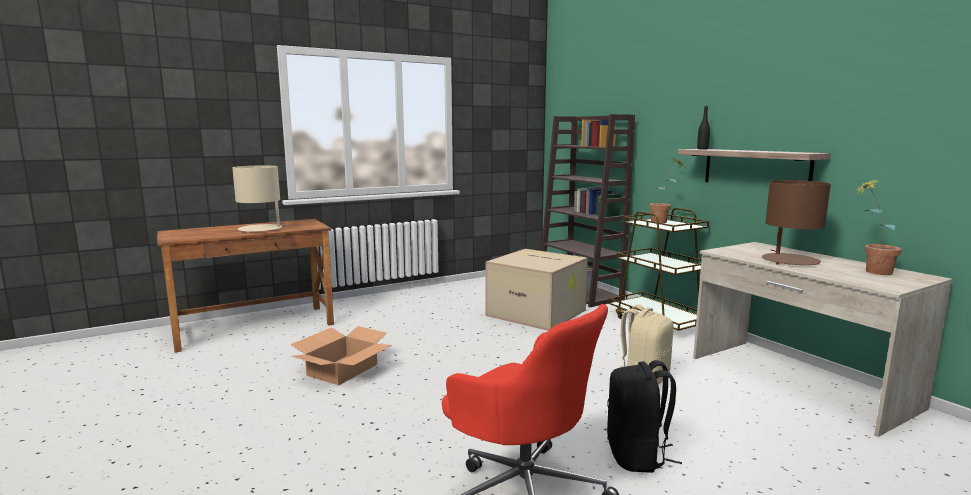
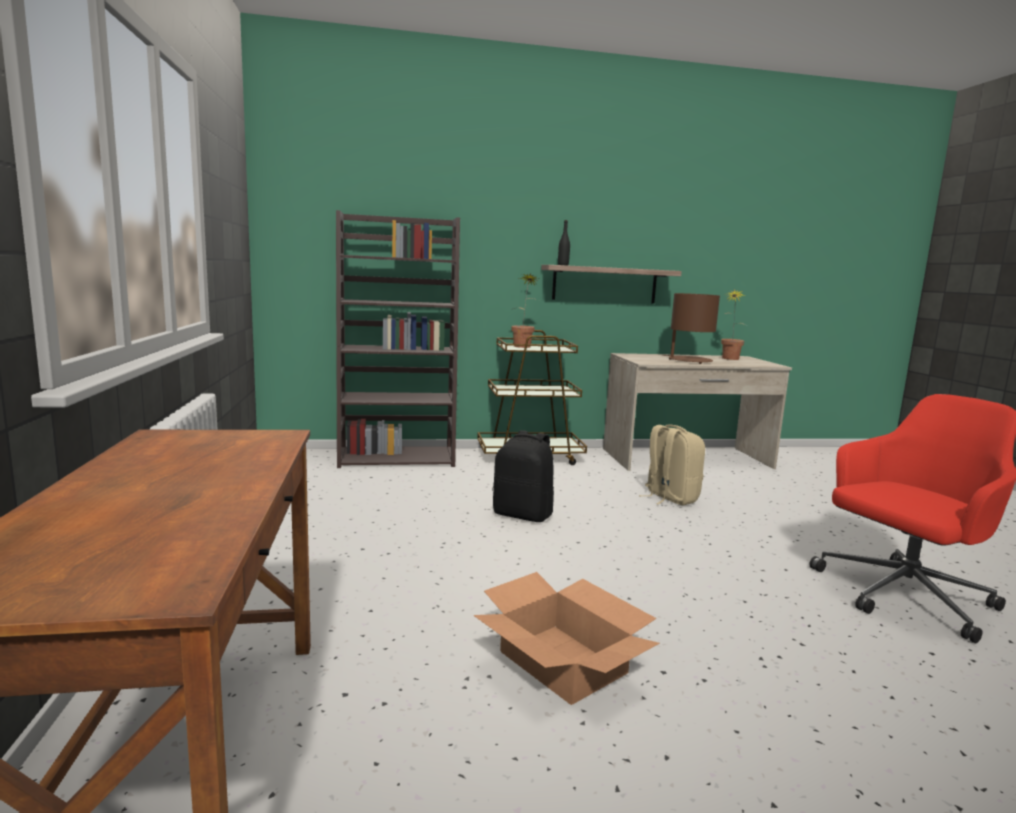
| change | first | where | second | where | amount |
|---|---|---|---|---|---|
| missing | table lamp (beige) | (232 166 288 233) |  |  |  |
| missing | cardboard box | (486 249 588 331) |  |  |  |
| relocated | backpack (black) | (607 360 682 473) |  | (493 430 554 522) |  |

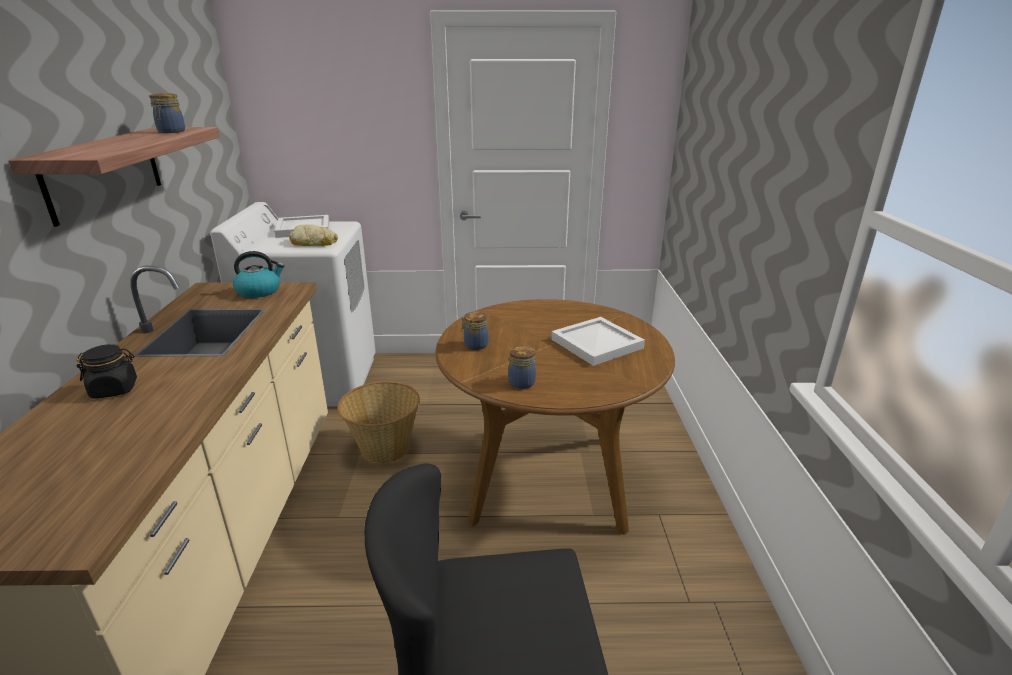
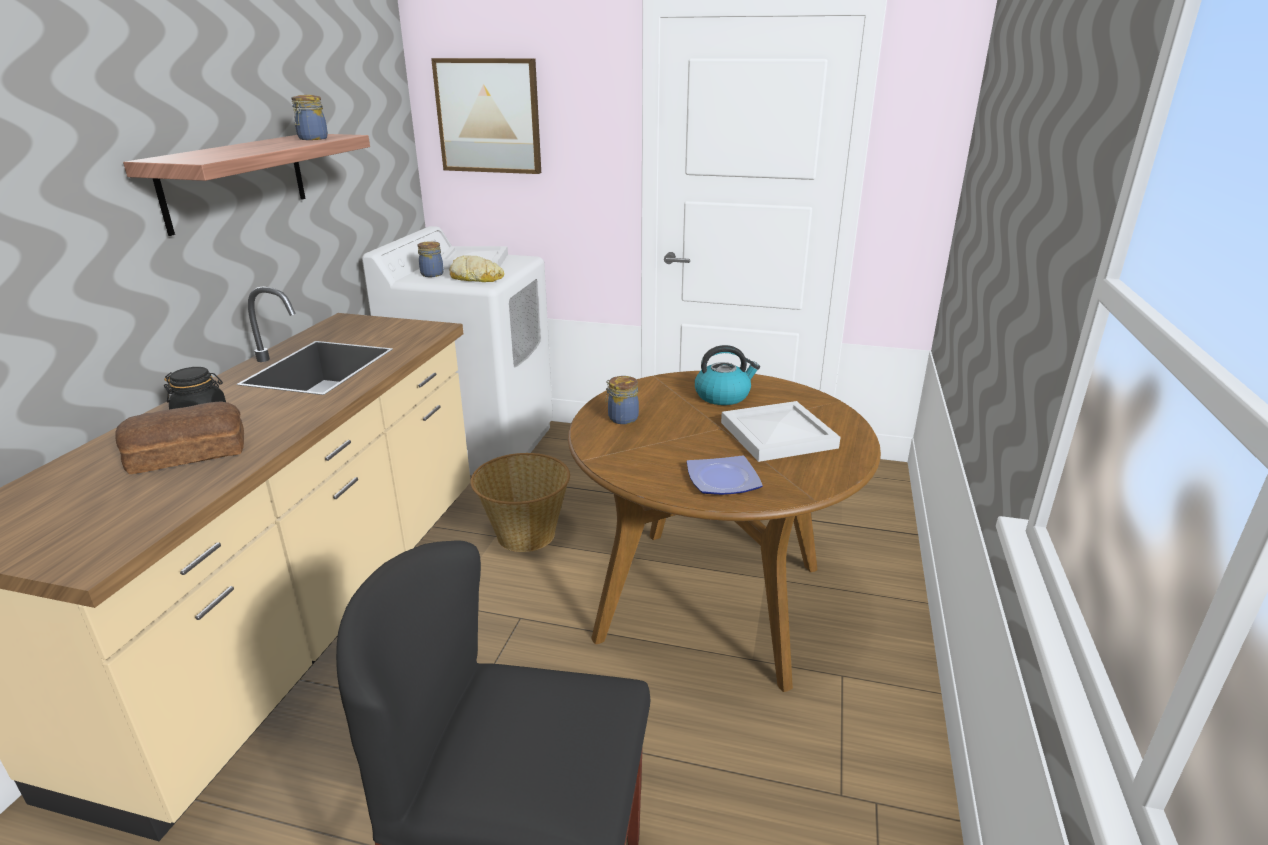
| change | first | where | second | where | amount |
|---|---|---|---|---|---|
| relocated | kettle | (233 251 284 298) |  | (695 345 760 405) |  |
| relocated | jar | (508 345 536 389) |  | (418 241 444 277) |  |
| appeared |  |  | bread | (115 401 244 474) |  |
| appeared |  |  | picture | (431 58 541 174) |  |
| appeared |  |  | plate | (687 456 763 495) |  |

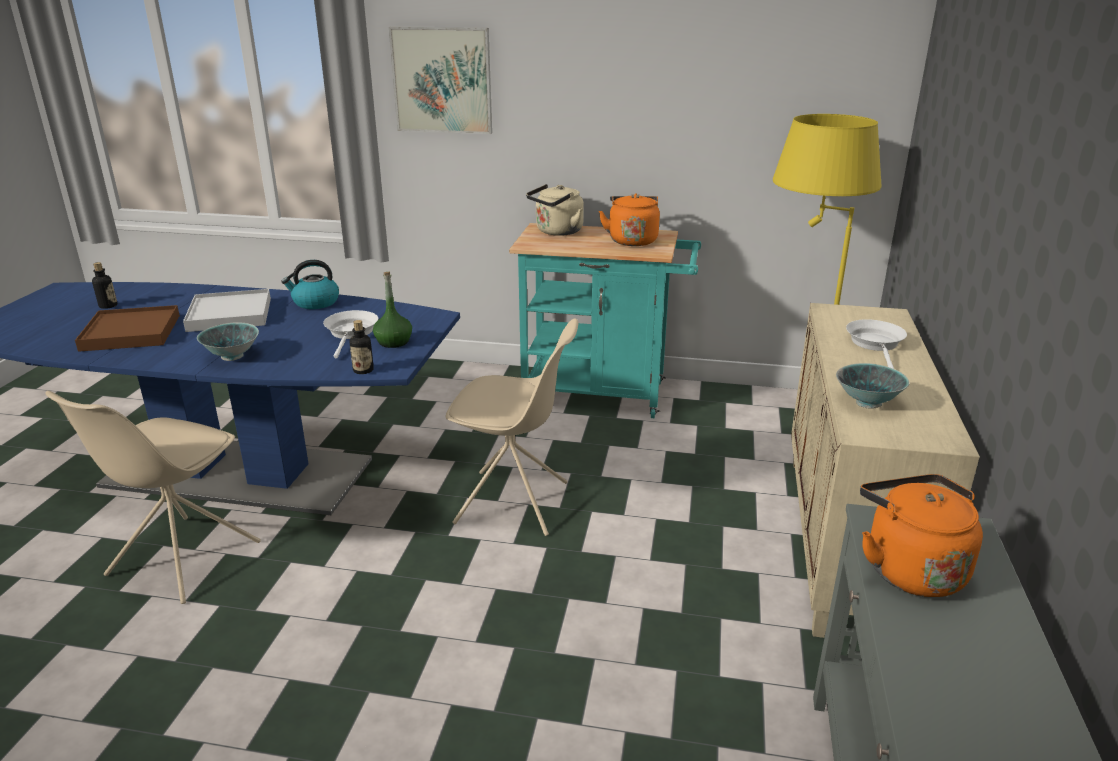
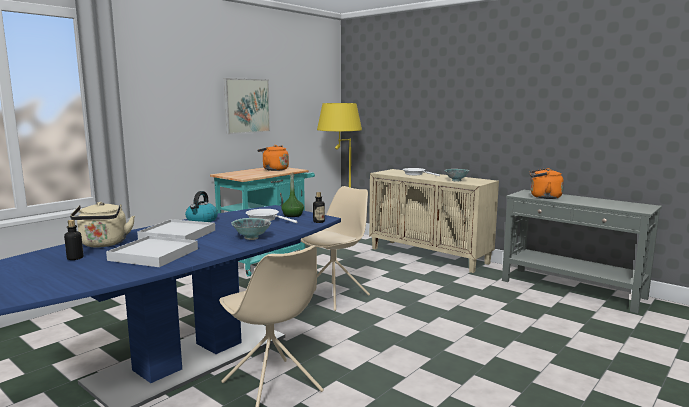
| change | first | where | second | where | amount |
|---|---|---|---|---|---|
| colour | tray (brown) | (75 305 180 352) | tray (white) | (106 236 198 267) |  |
| relocated | picture | (389 26 492 134) |  | (224 78 270 134) |  |
| relocated | kettle (beige) | (526 184 584 236) |  | (70 202 135 247) |  |

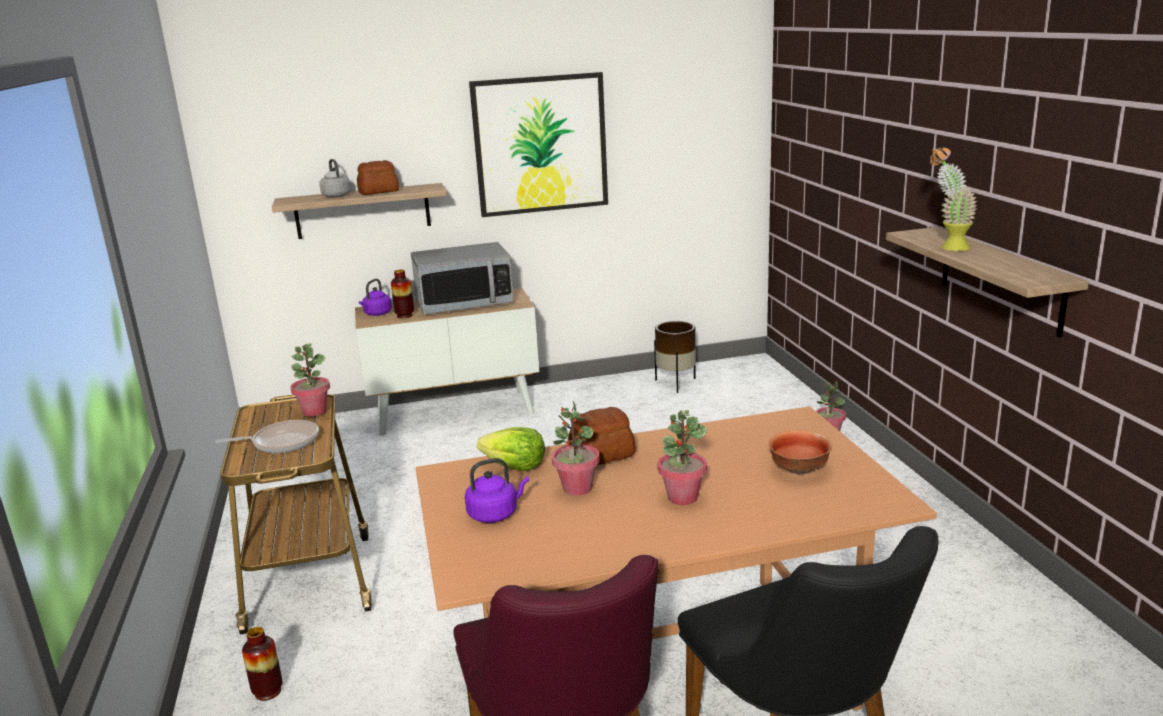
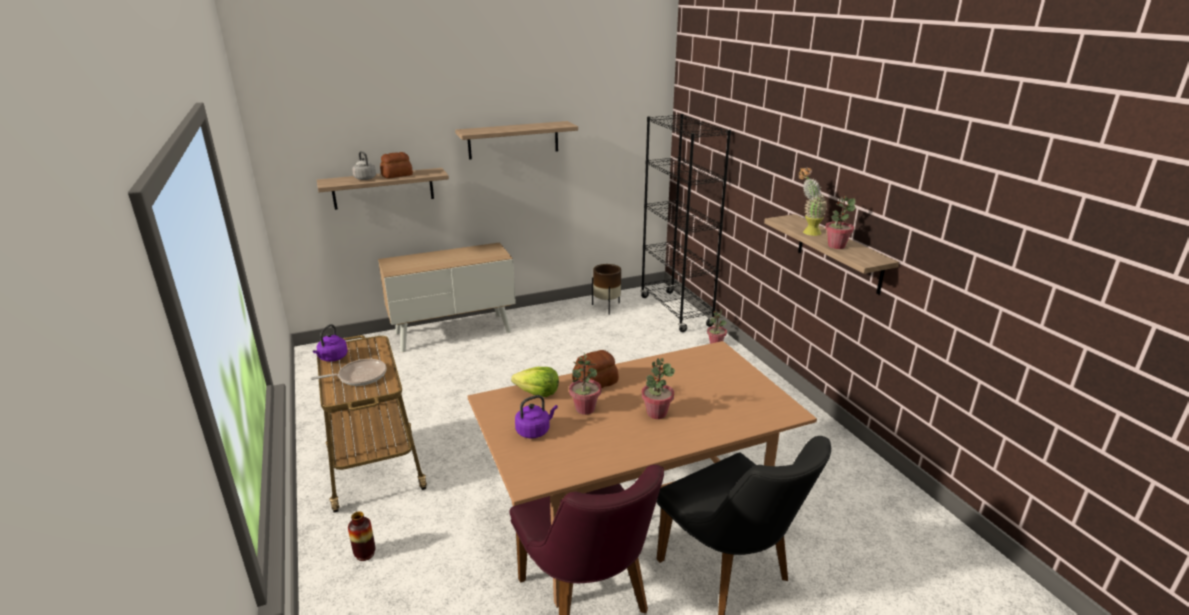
| change | first | where | second | where | amount |
|---|---|---|---|---|---|
| relocated | potted plant | (290 343 330 417) |  | (825 196 856 249) |  |
| relocated | kettle (purple) | (359 279 392 316) |  | (313 324 348 362) |  |
| missing | vase | (391 270 414 318) |  |  |  |
| missing | microwave | (411 242 514 314) |  |  |  |
| exchanged | picture | (469 72 608 217) | shelf | (455 121 578 160) |  |
| missing | bowl | (769 430 832 475) |  |  |  |
| appeared |  |  | bookcase (black) | (641 114 731 332) |  |

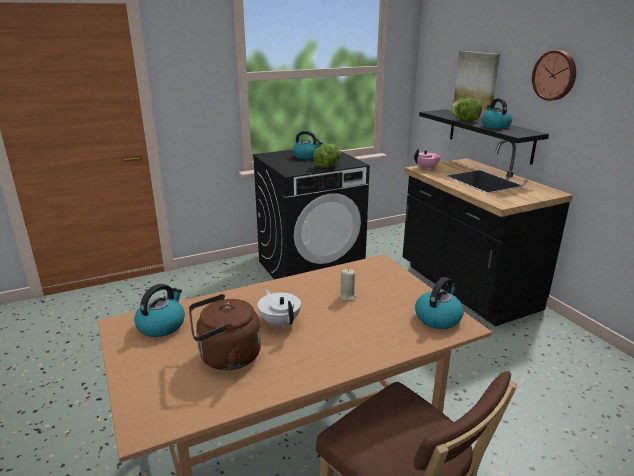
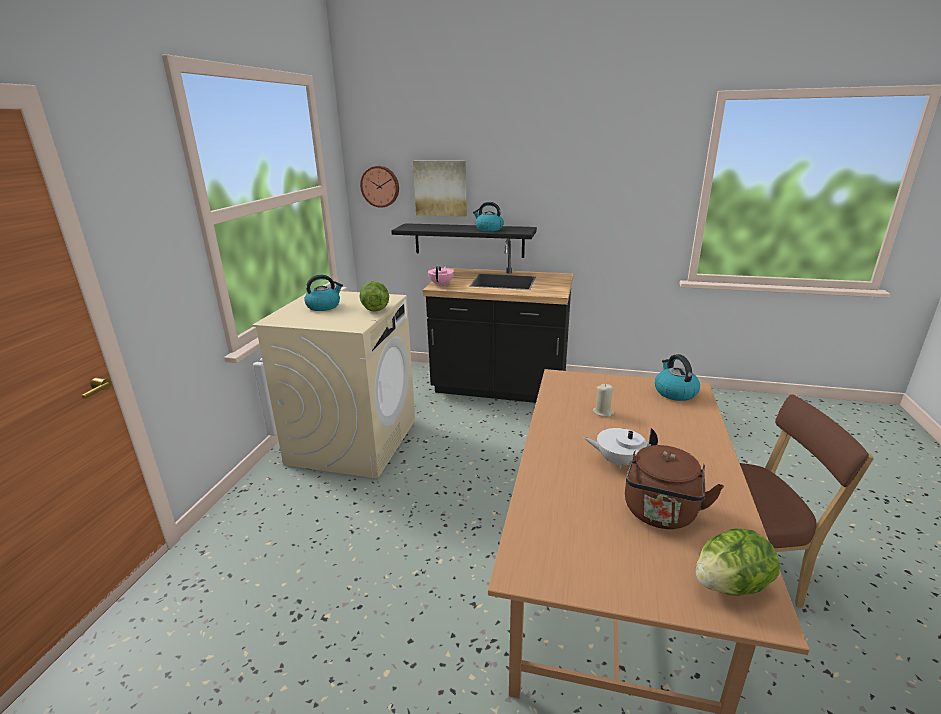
| change | first | where | second | where | amount |
|---|---|---|---|---|---|
| missing | kettle | (134 284 185 337) |  |  |  |
| colour | washing machine (black) | (252 150 370 280) | washing machine (beige) | (252 291 415 479) |  |
| relocated | lettuce | (450 98 482 121) |  | (696 528 780 596) |  |
| relocated | wall clock | (532 50 576 101) |  | (360 166 399 208) |  |

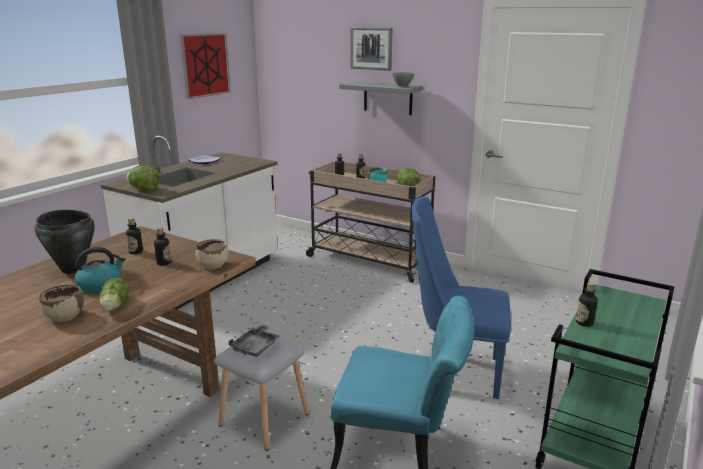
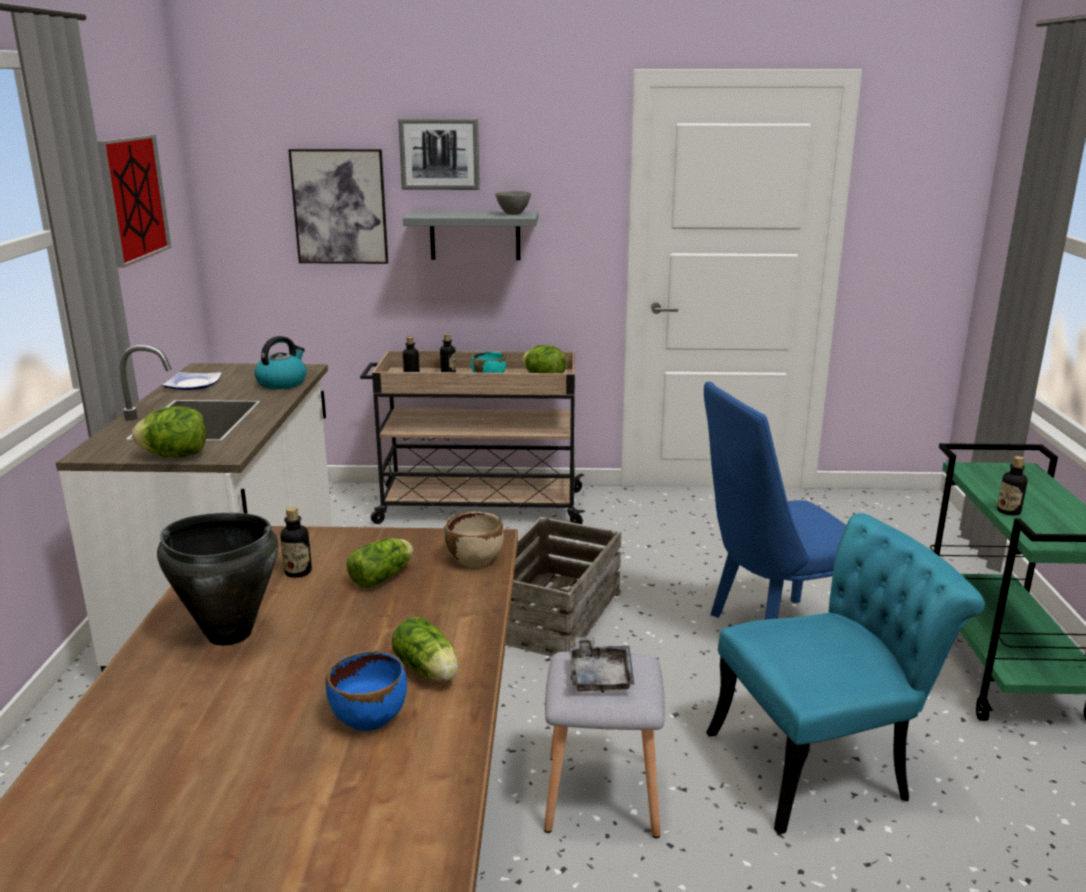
| change | first | where | second | where | amount |
|---|---|---|---|---|---|
| colour | bowl (beige) | (39 284 84 322) | bowl (blue) | (326 650 407 731) |  |
| relocated | kettle | (75 247 126 293) |  | (254 336 307 389) |  |
| exchanged | bottle | (154 227 171 265) | lettuce | (346 538 414 588) |  |
| appeared |  |  | picture | (288 149 388 264) |  |
| appeared |  |  | crate | (505 517 621 657) |  |

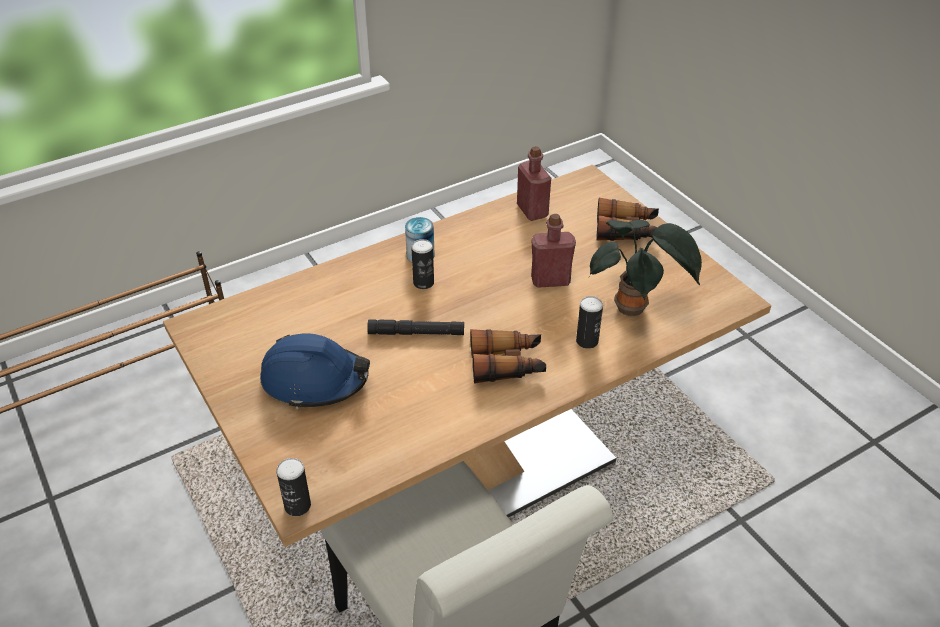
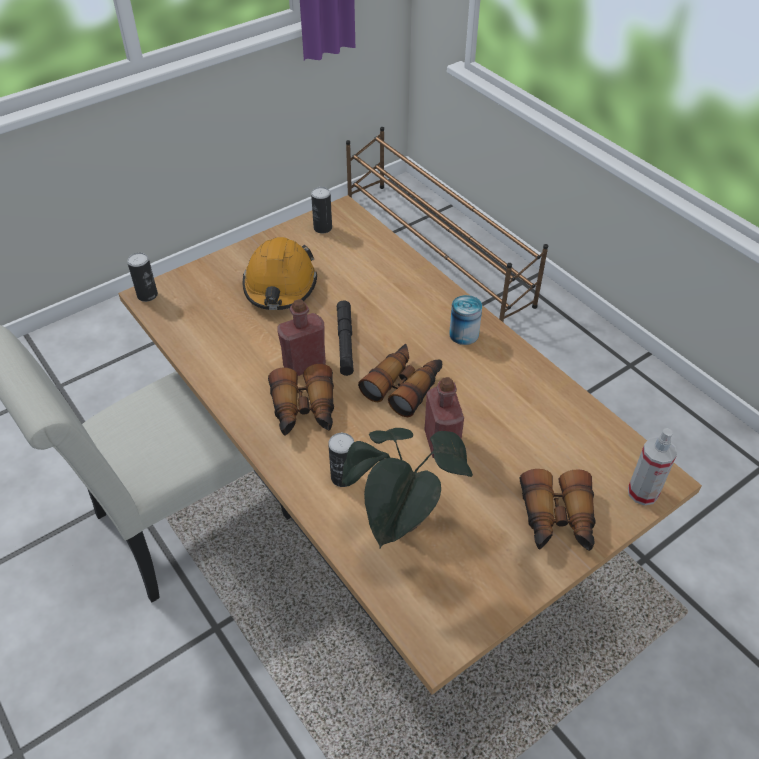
| change | first | where | second | where | amount |
|---|---|---|---|---|---|
| colour | hard hat (blue) | (260 333 370 409) | hard hat (orange) | (243 237 317 310) |  |
| relocated | can | (411 239 434 289) |  | (311 187 332 233) |  |
| relocated | bottle (red) | (517 146 551 221) |  | (277 299 326 376) |  |
| appeared |  |  | binoculars | (358 344 442 417) |  |
| appeared |  |  | spray bottle | (628 428 677 506) |  |

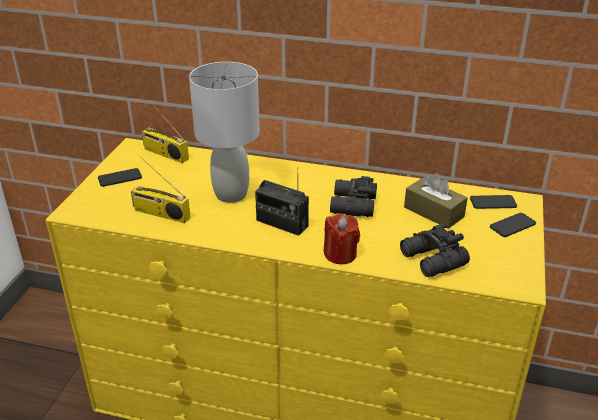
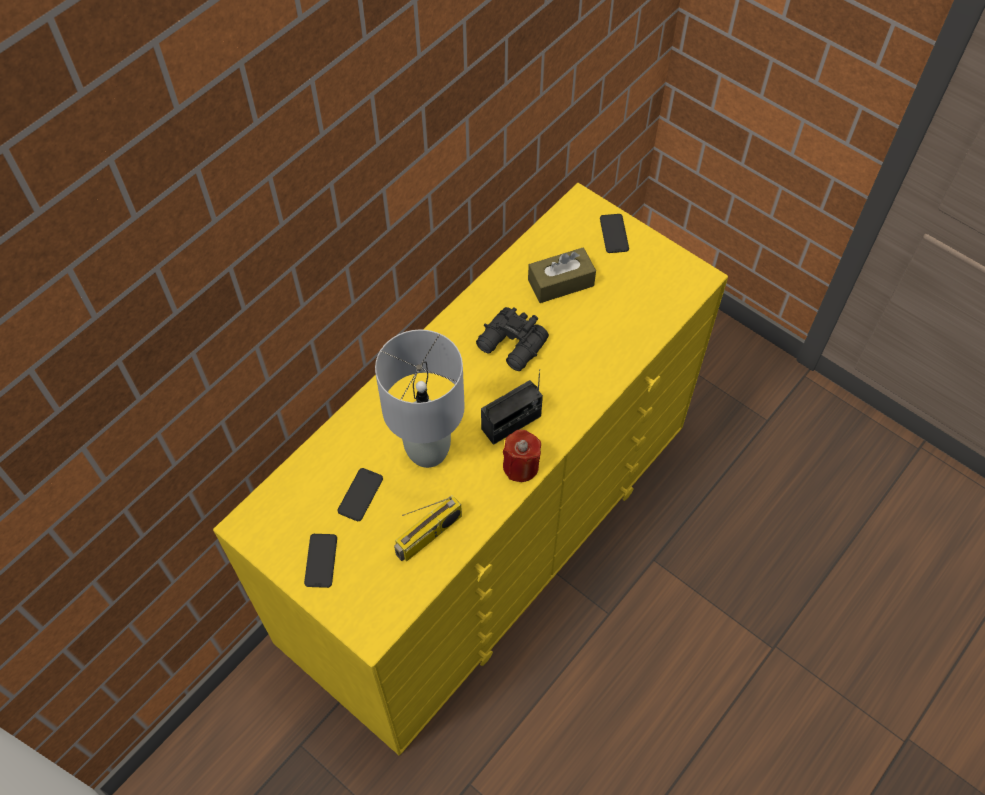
| change | first | where | second | where | amount |
|---|---|---|---|---|---|
| missing | radio | (142 102 189 163) |  |  |  |
| relocated | candle (red) | (323 213 360 264) |  | (503 430 541 482) |  |
| missing | binoculars (black) | (400 224 470 277) |  |  |  |
| relocated | phone | (470 195 517 209) |  | (337 468 383 521) |  |

